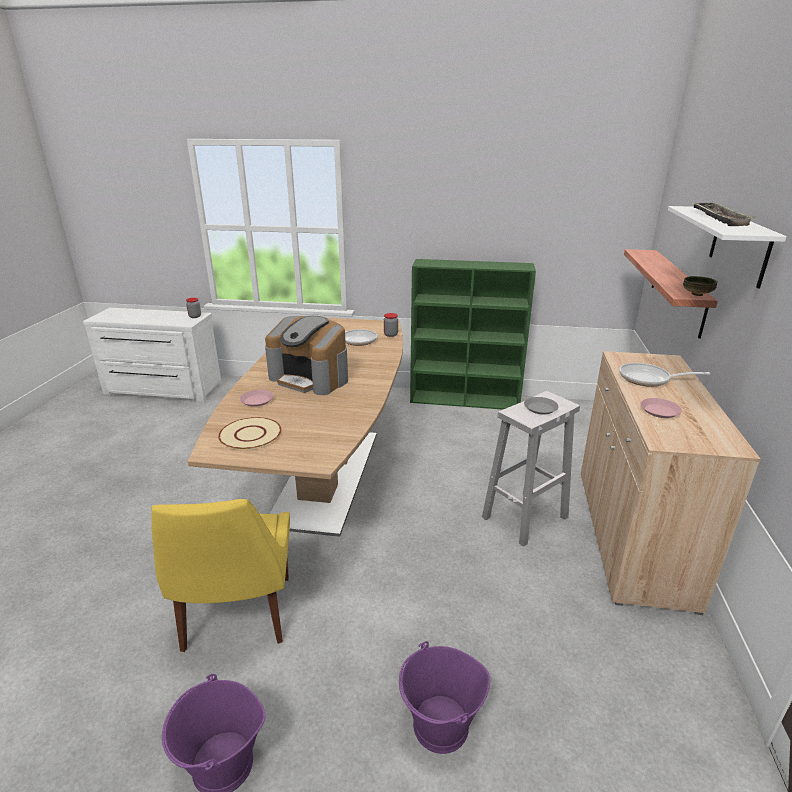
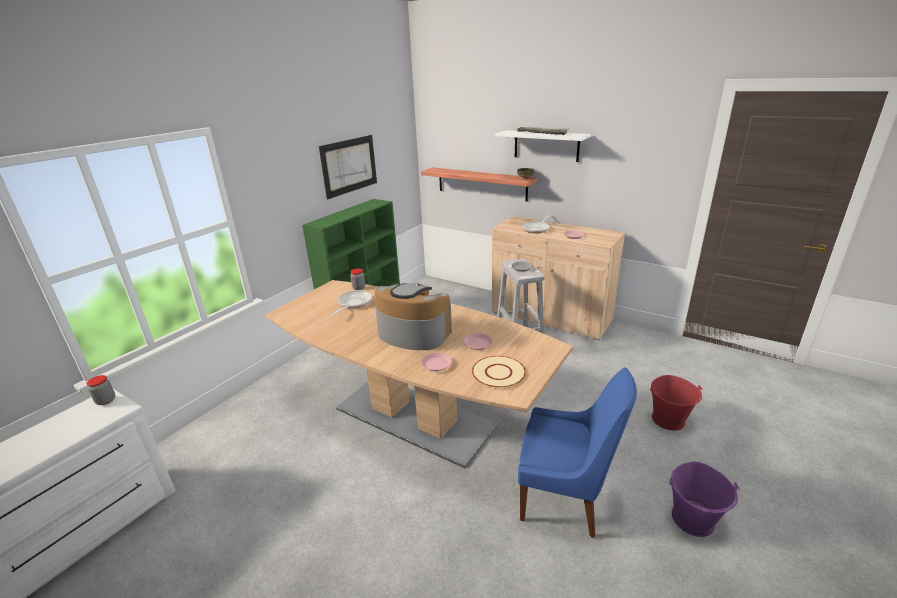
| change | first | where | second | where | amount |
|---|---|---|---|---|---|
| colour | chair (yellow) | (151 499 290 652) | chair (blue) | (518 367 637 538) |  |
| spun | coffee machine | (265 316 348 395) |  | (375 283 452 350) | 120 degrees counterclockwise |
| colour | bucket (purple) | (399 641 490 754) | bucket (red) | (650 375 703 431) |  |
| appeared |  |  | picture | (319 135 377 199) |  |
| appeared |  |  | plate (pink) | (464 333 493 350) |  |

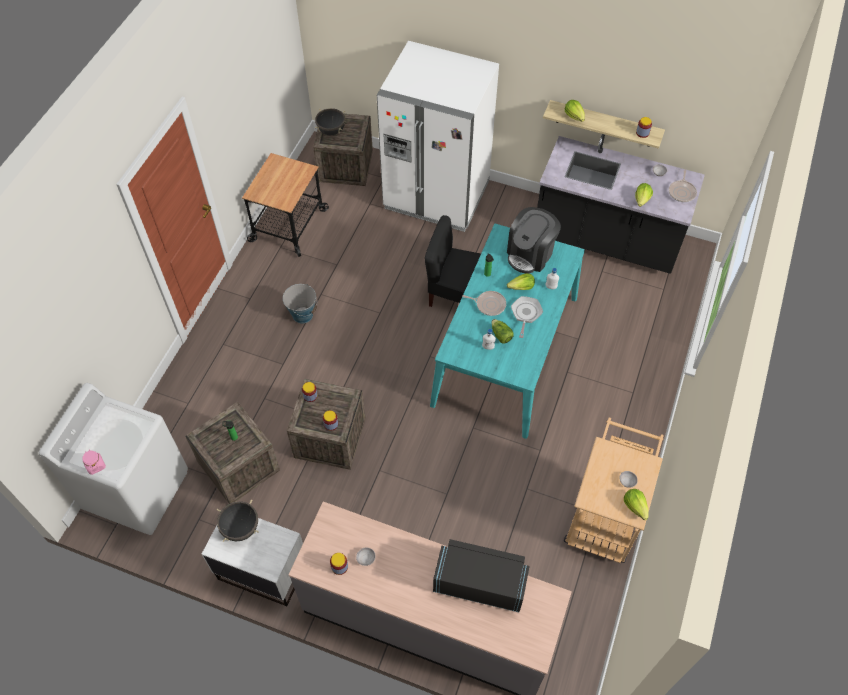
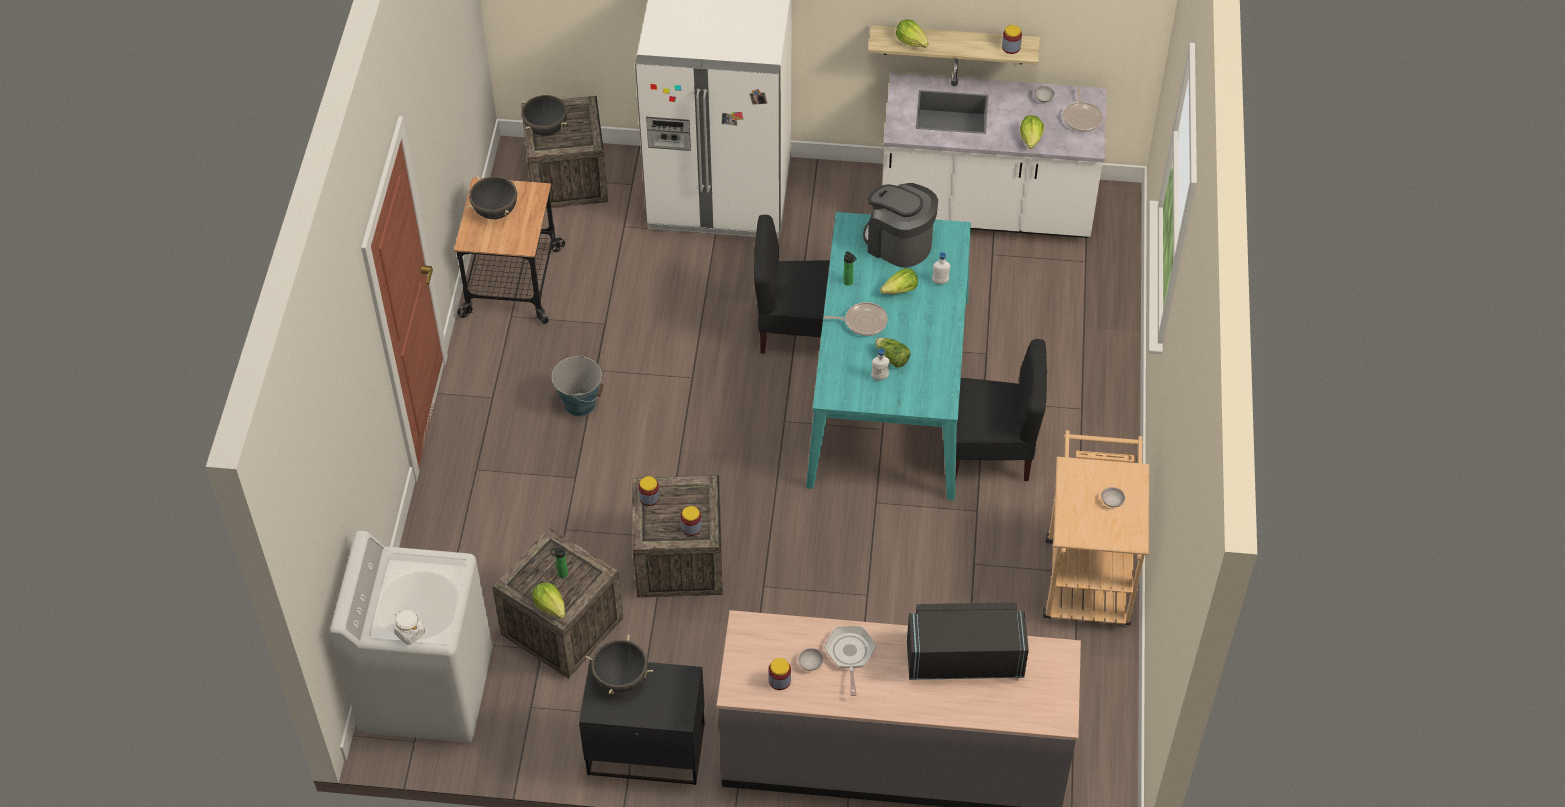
| change | first | where | second | where | amount |
|---|---|---|---|---|---|
| colour | jar (pink) | (82 450 106 475) | jar (white) | (394 610 425 645) |  |
| colour | nightstand (white) | (202 518 303 606) | nightstand (black) | (579 657 705 785) |  |
| spun | coffee machine | (507 207 561 273) |  | (863 183 938 268) | 105 degrees clockwise |
| relocated | frying pan | (511 296 543 338) |  | (824 626 876 696) |  |
| colour | counter (black) | (537 134 705 274) | counter (white) | (882 59 1106 238) |  |
| relocated | lettuce | (624 489 648 520) |  | (532 582 565 619) |  |
| appeared |  |  | cooking pot (black) | (467 176 519 219) |  |
| appeared |  |  | chair (black) | (956 339 1047 481) |  |

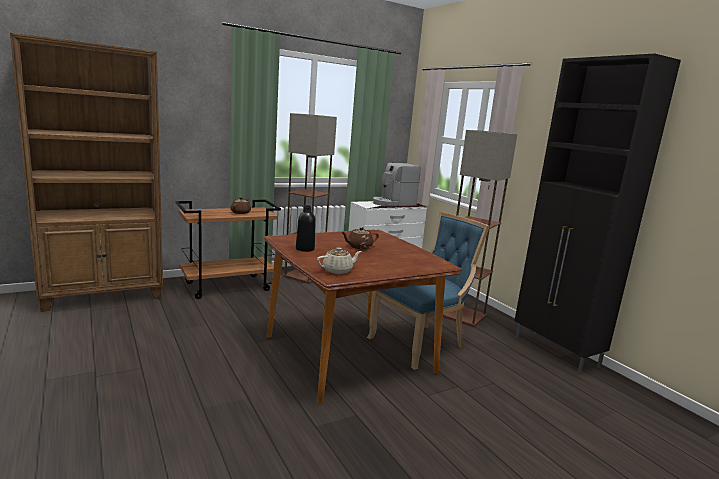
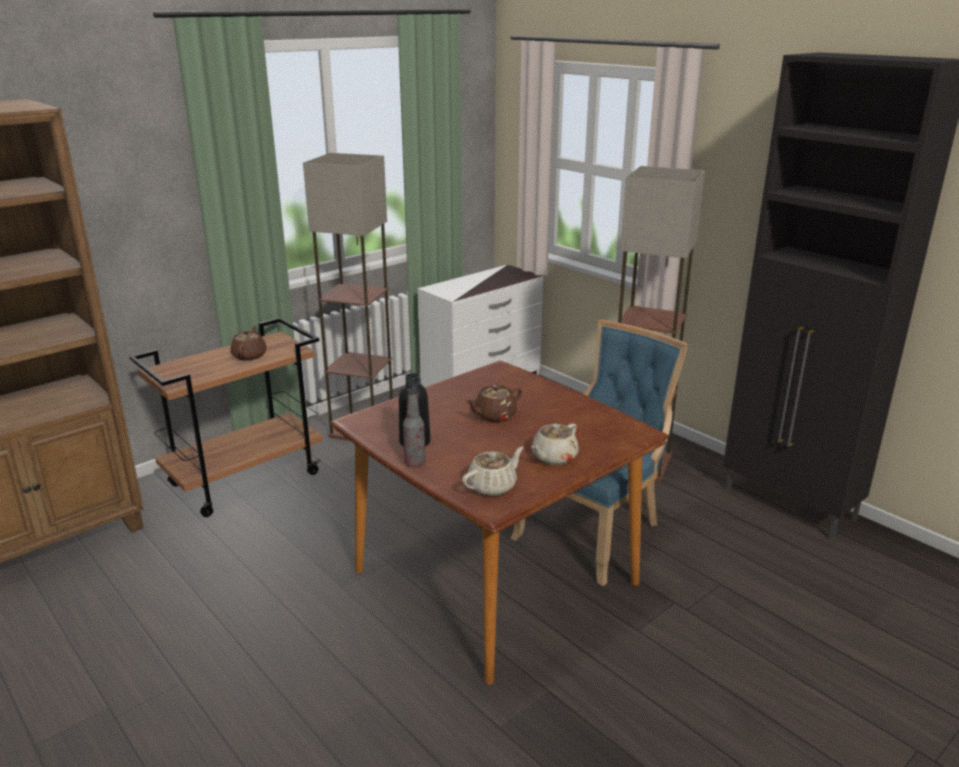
| change | first | where | second | where | amount |
|---|---|---|---|---|---|
| missing | coffee machine | (373 163 421 207) |  |  |  |
| appeared |  |  | bottle | (403 388 426 467) |  |
| appeared |  |  | teapot (beige) | (532 424 578 465) |  |

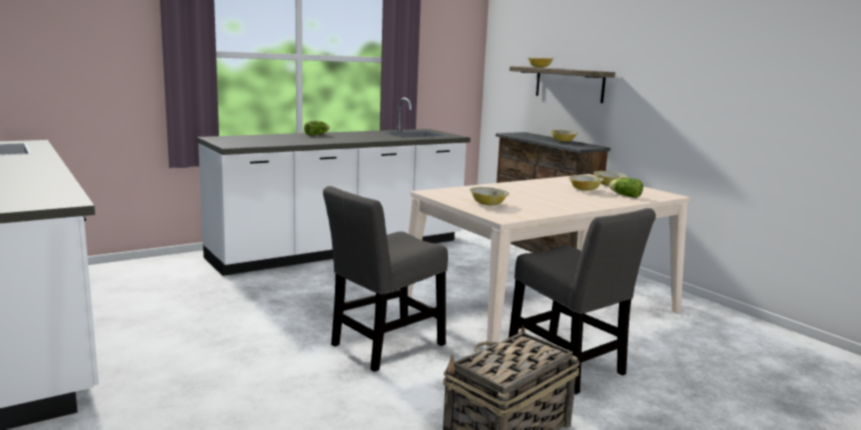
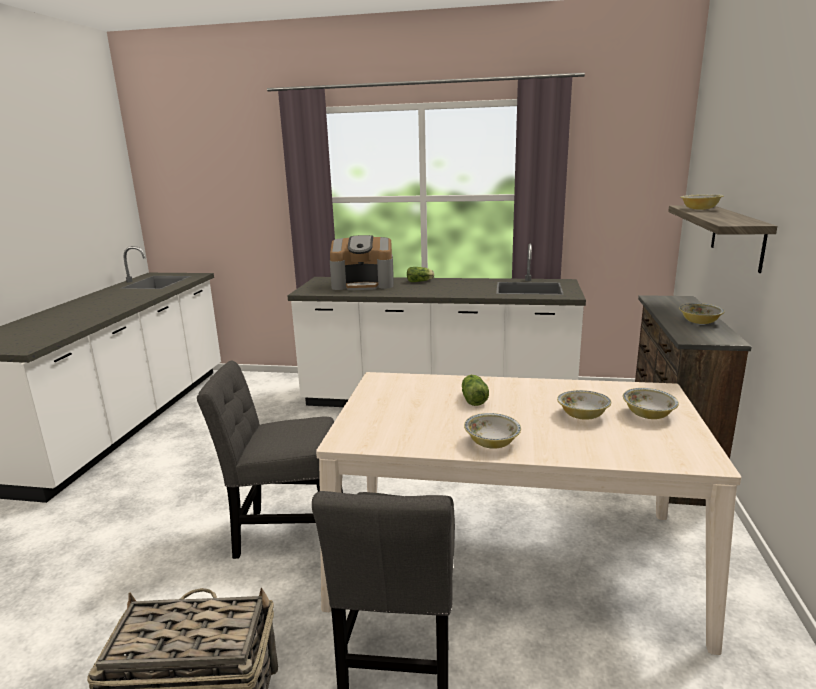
| change | first | where | second | where | amount |
|---|---|---|---|---|---|
| relocated | bowl | (470 187 509 205) |  | (464 413 521 449) |  |
| relocated | lettuce | (609 178 643 198) |  | (462 375 489 406) |  |
| appeared |  |  | coffee machine | (330 235 394 290) |  |

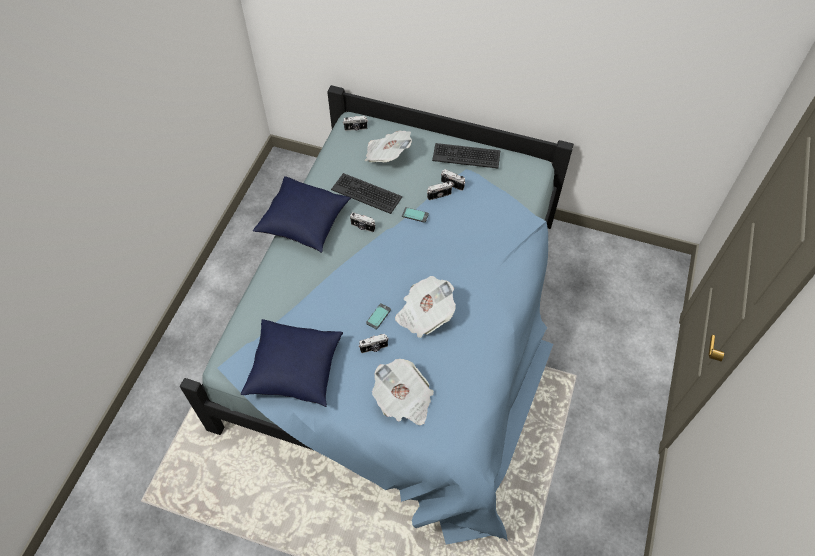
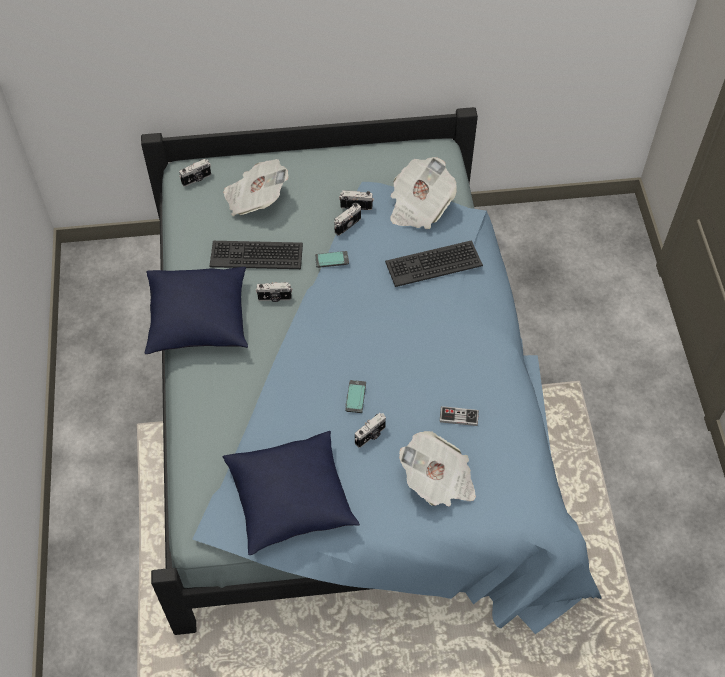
| change | first | where | second | where | amount |
|---|---|---|---|---|---|
| relocated | newspaper | (395 276 456 338) |  | (390 157 457 229) |  |
| relocated | keyboard | (432 143 500 168) |  | (385 240 483 287) |  |
| appeared |  |  | game controller | (440 406 479 426) |  |

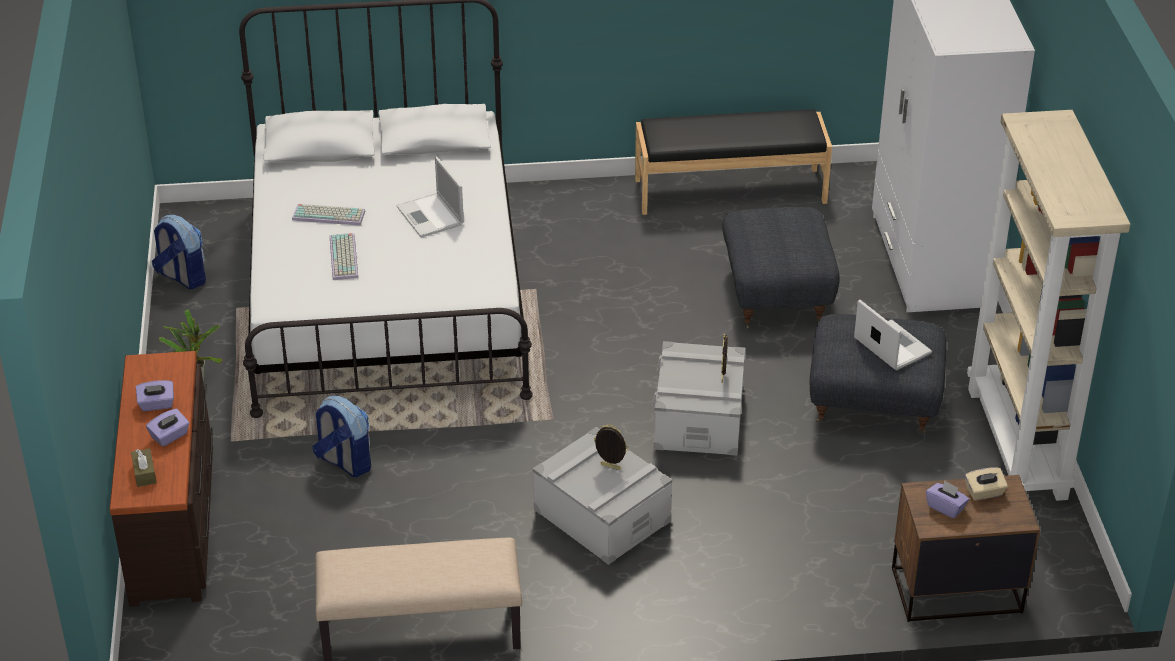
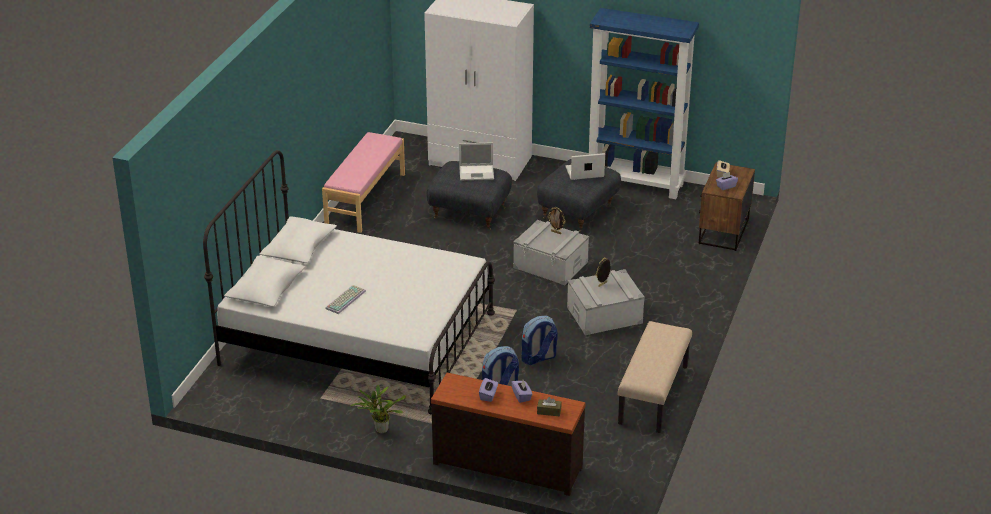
| change | first | where | second | where | amount |
|---|---|---|---|---|---|
| relocated | backpack | (152 215 206 289) |  | (521 316 558 365) |  |
| missing | keyboard | (330 233 358 280) |  |  |  |
| relocated | laptop | (396 157 464 238) |  | (459 142 494 180) |  |
| colour | bench (black) | (635 109 832 215) | bench (pink) | (322 132 405 233) |  |
| colour | bookcase (beige) | (967 110 1131 501) | bookcase (blue) | (589 8 699 199) |  |

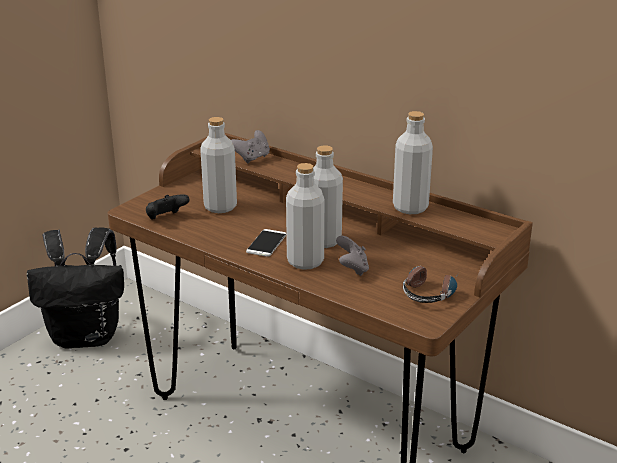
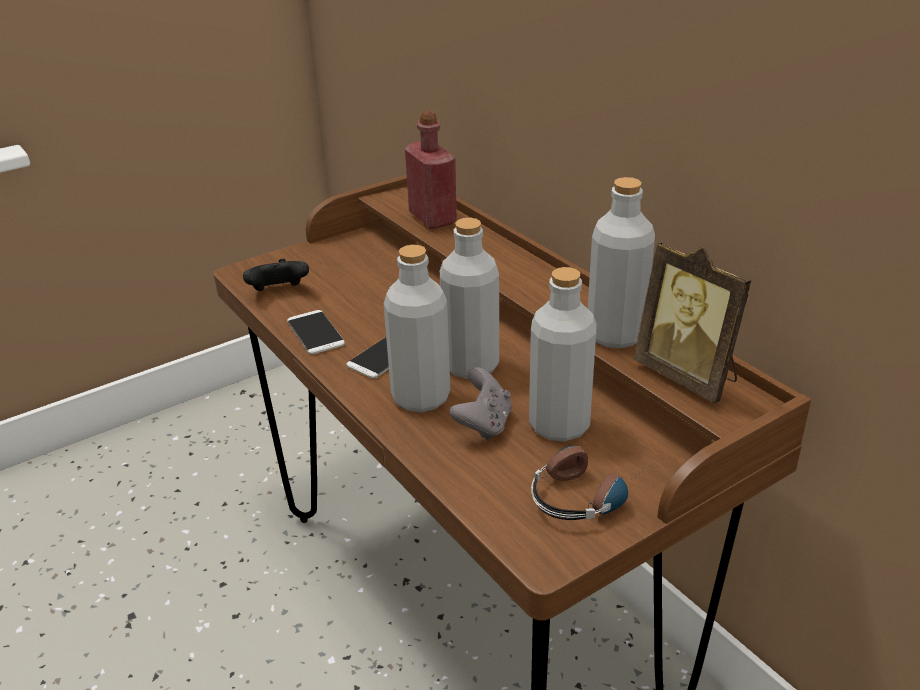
| change | first | where | second | where | amount |
|---|---|---|---|---|---|
| missing | backpack (black) | (27 227 124 349) |  |  |  |
| relocated | bottle (grey) | (200 117 237 213) |  | (529 267 597 441) |  |
| exchanged | game controller (grey) | (231 130 270 163) | bottle (red) | (405 111 457 229) |  |
| appeared |  |  | phone | (287 310 345 354) |  |
| appeared |  |  | picture frame | (634 242 751 404) |  |

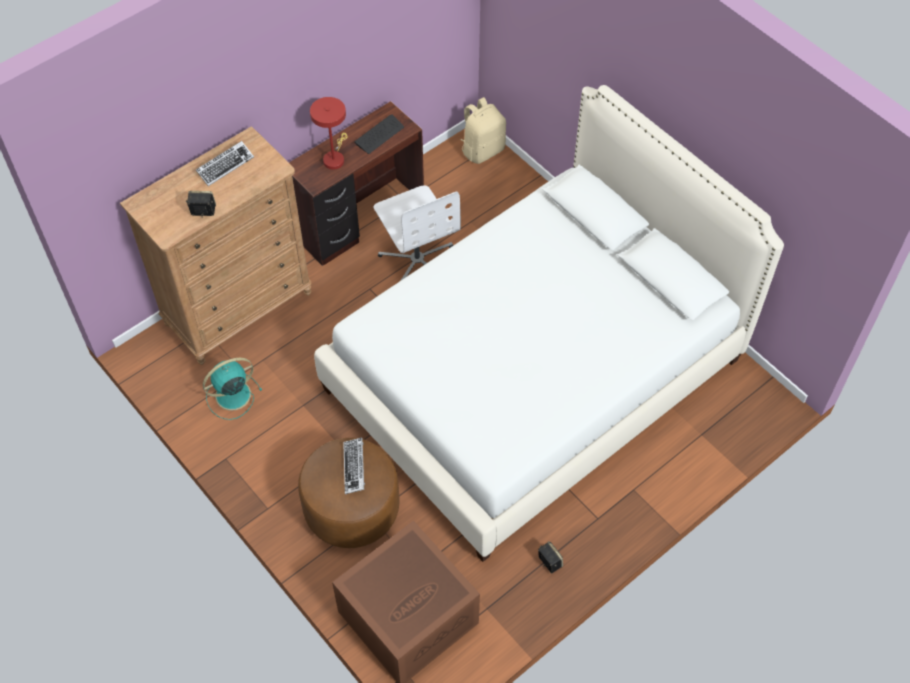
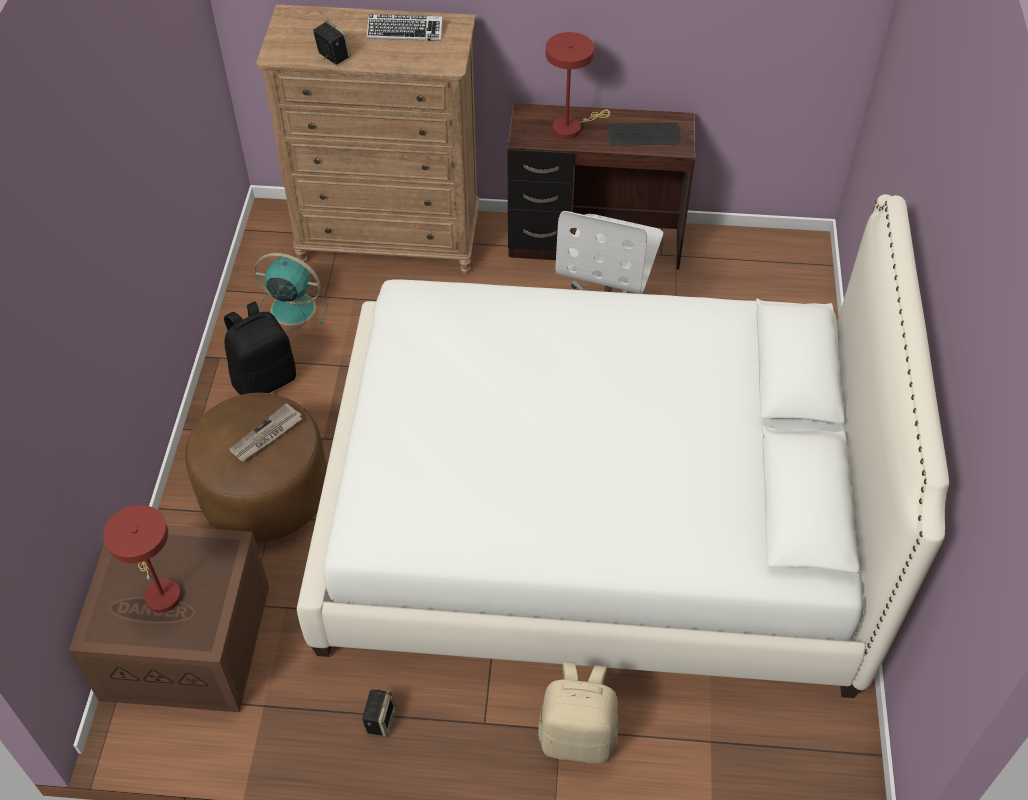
| change | first | where | second | where | amount |
|---|---|---|---|---|---|
| exchanged | keyboard | (343 437 365 494) | newspaper | (229 403 302 462) |  |
| relocated | backpack (beige) | (460 97 506 164) |  | (538 661 618 763) |  |
| appeared |  |  | table lamp (red) | (103 505 181 613) |  |
| appeared |  |  | backpack (black) | (224 301 296 395) |  |

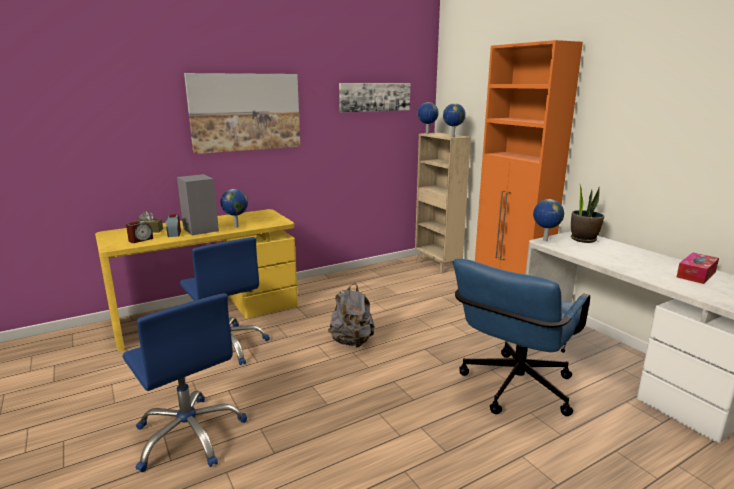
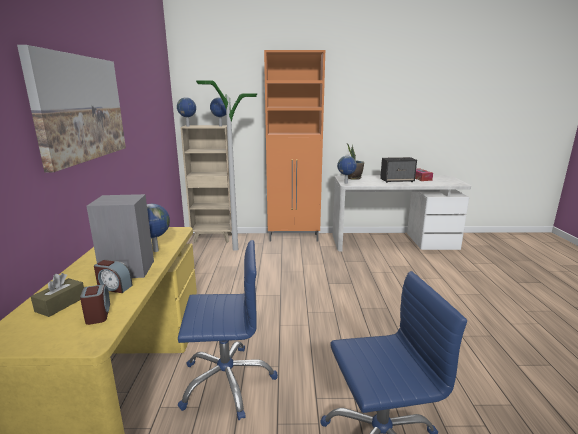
| change | first | where | second | where | amount |
|---|---|---|---|---|---|
| missing | backpack (grey) | (328 283 375 348) |  |  |  |
| missing | picture | (339 83 410 112) |  |  |  |
| missing | office chair (blue) | (453 259 590 416) |  |  |  |
| appeared |  |  | floor lamp | (196 80 257 251) |  |
| appeared |  |  | speaker | (380 157 417 183) |  |

